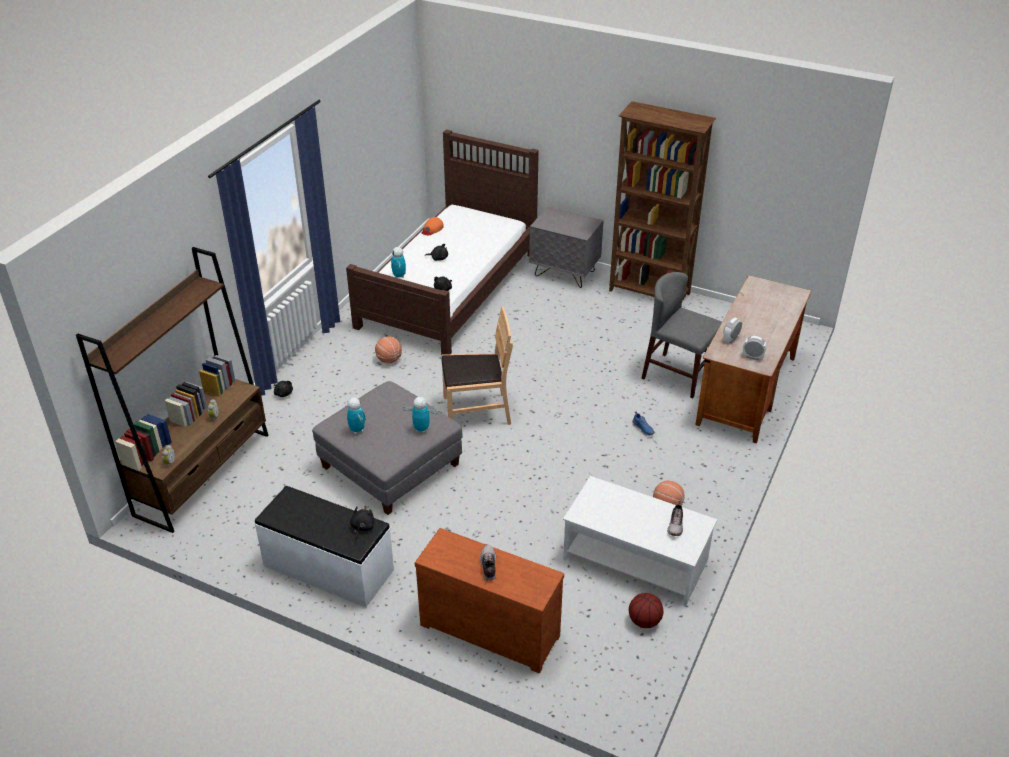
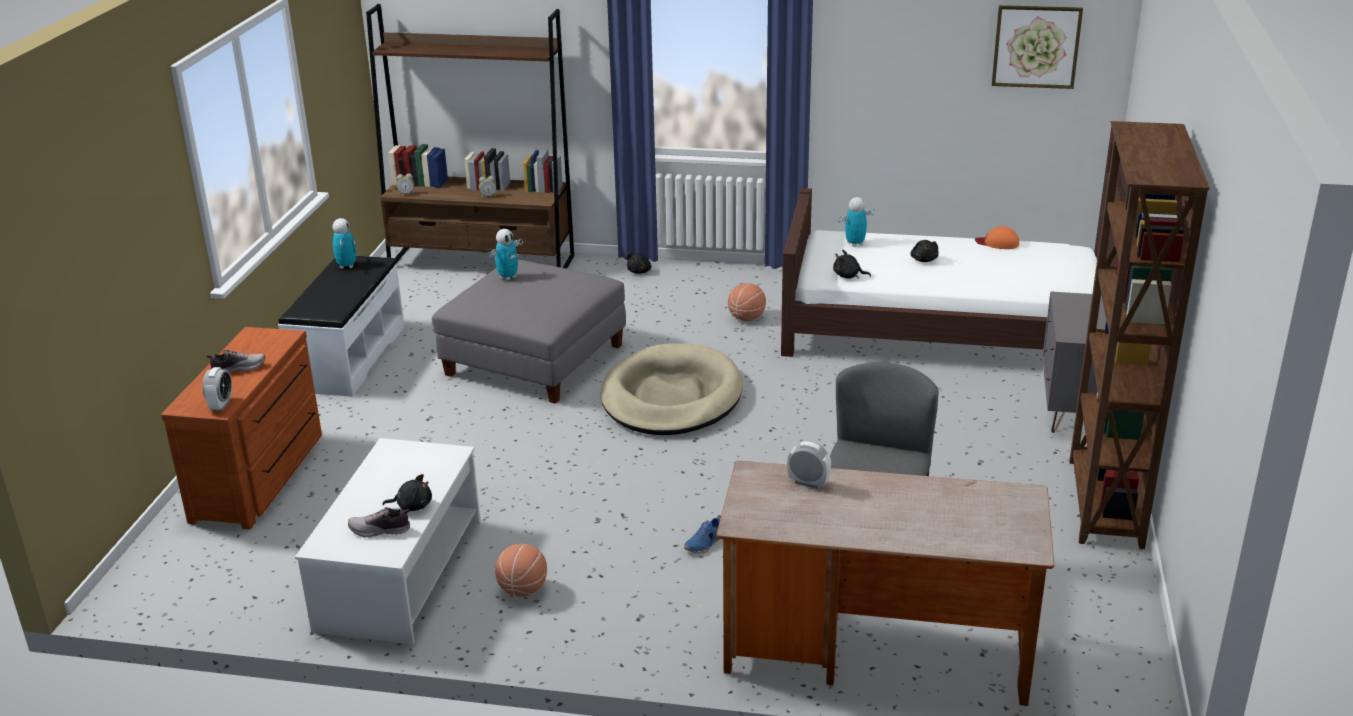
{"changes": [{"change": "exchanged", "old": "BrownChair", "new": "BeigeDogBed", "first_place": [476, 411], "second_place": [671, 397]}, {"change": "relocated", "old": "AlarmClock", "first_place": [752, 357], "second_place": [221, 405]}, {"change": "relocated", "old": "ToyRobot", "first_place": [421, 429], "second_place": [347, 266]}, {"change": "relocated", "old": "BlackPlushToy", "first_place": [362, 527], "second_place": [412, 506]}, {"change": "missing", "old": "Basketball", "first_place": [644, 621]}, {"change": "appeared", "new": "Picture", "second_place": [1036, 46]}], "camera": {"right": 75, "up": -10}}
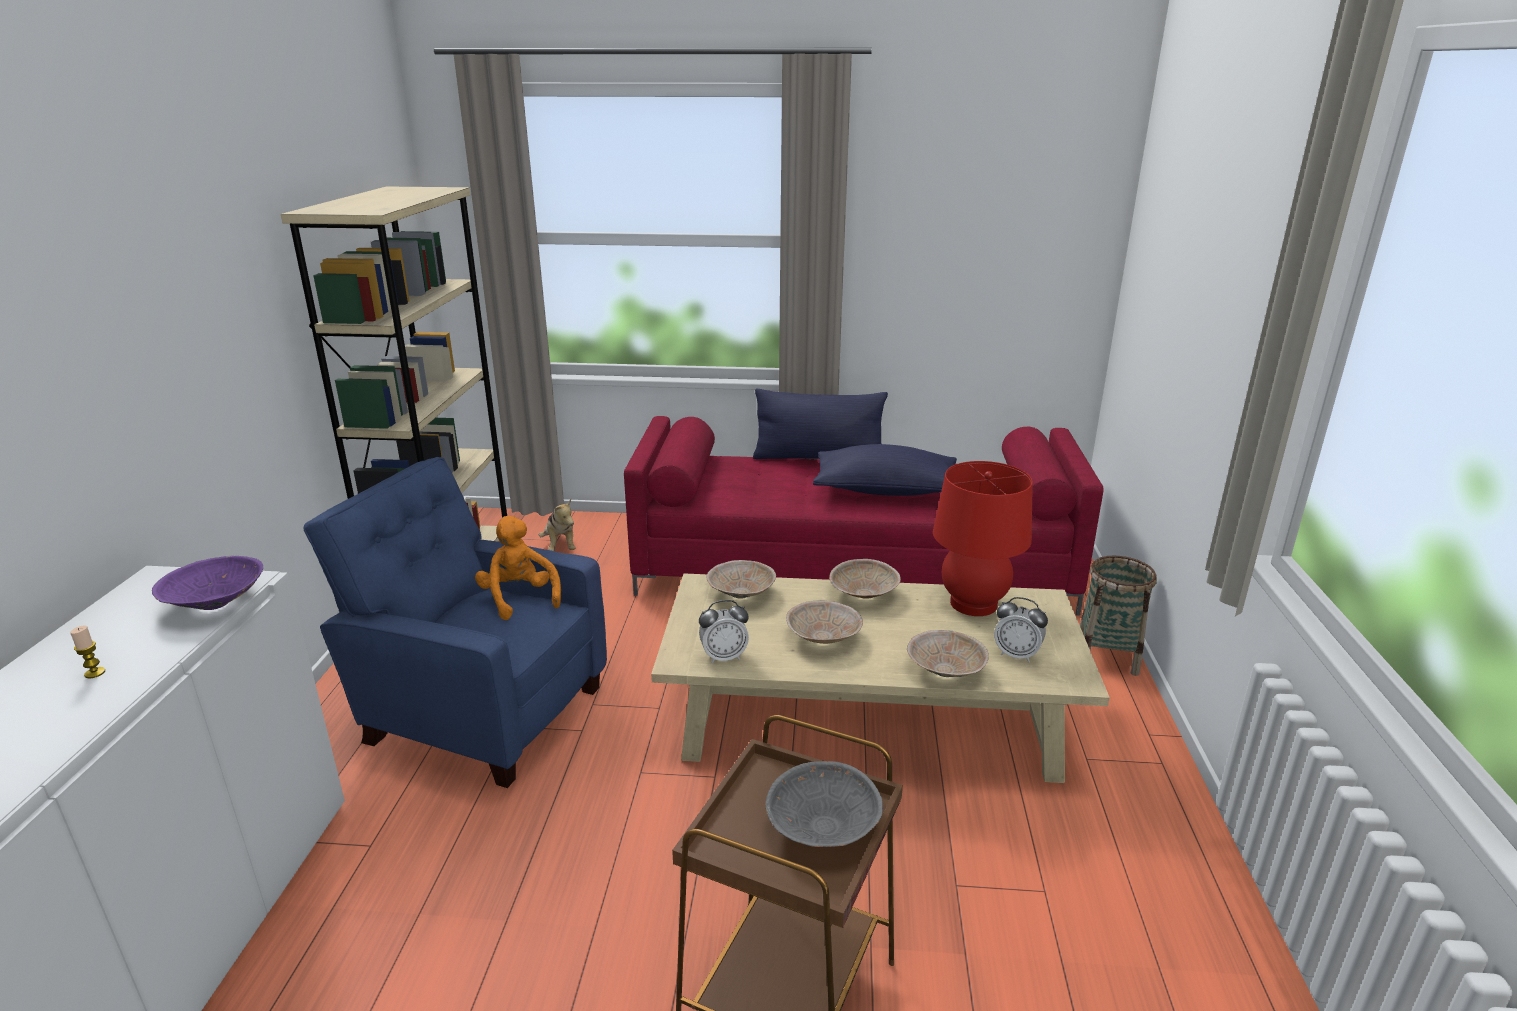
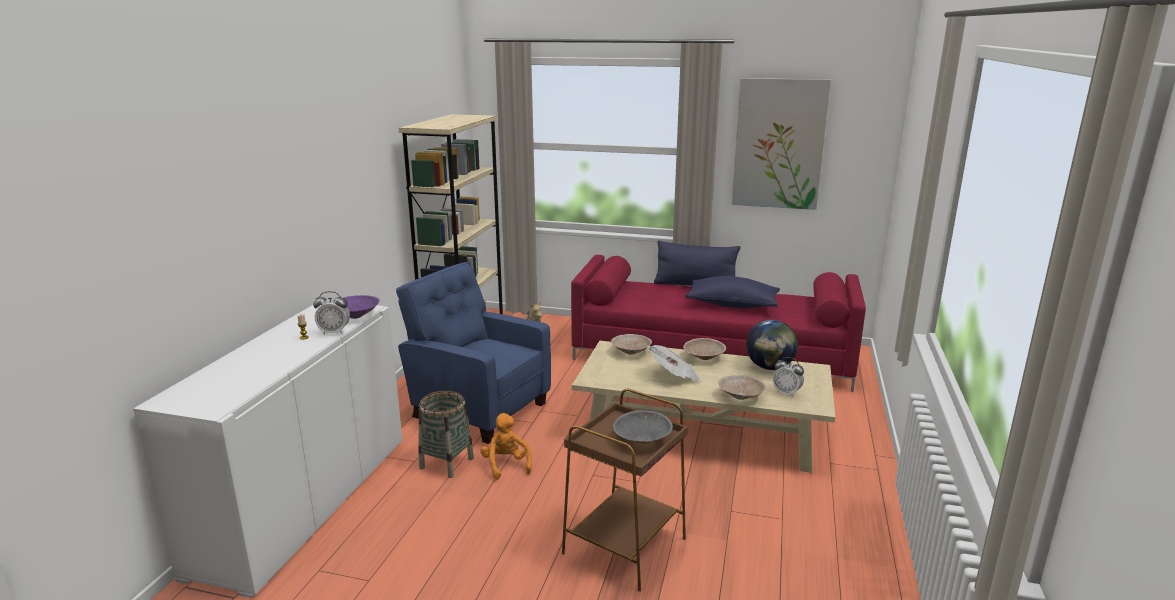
{"changes": [{"change": "exchanged", "old": "RedTableLamp", "new": "Globe", "first_place": [973, 604], "second_place": [769, 367]}, {"change": "relocated", "old": "OrangePlushToy", "first_place": [519, 598], "second_place": [506, 465]}, {"change": "relocated", "old": "Basket", "first_place": [1106, 655], "second_place": [446, 463]}, {"change": "relocated", "old": "AlarmClock", "first_place": [724, 657], "second_place": [334, 332]}, {"change": "exchanged", "old": "BeigeBowl", "new": "Newspaper", "first_place": [824, 637], "second_place": [674, 376]}, {"change": "appeared", "new": "Picture", "second_place": [779, 144]}], "camera": {"right": 10, "up": -5}}
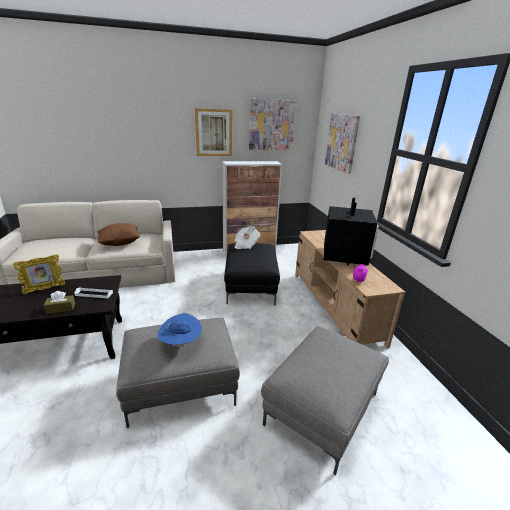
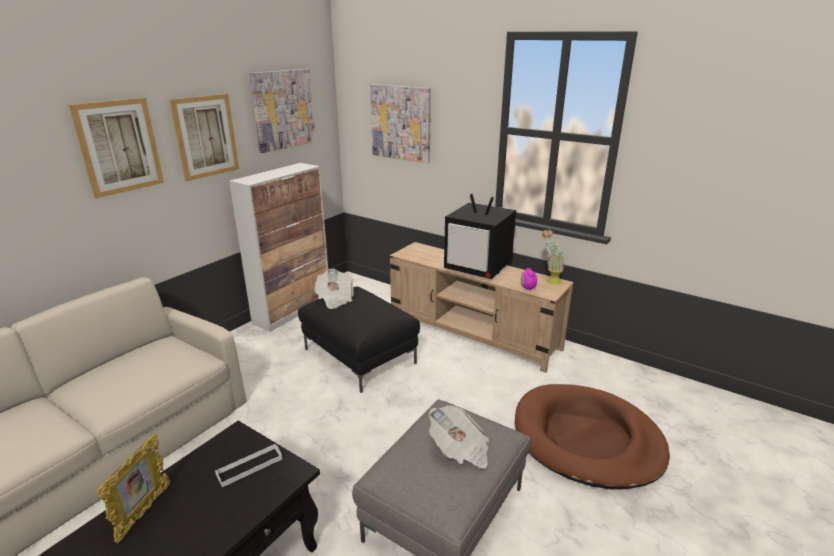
{"changes": [{"change": "spun", "old": "Television", "first_place": [344, 257], "second_place": [479, 268], "degrees": 150}, {"change": "missing", "old": "BrownPillow", "first_place": [120, 243]}, {"change": "missing", "old": "BrownTissueBox", "first_place": [61, 308]}, {"change": "exchanged", "old": "BlueHat", "new": "Newspaper", "first_place": [181, 344], "second_place": [459, 450]}, {"change": "exchanged", "old": "GreyOttoman", "new": "BrownDogBed", "first_place": [323, 410], "second_place": [586, 439]}, {"change": "appeared", "new": "Picture", "second_place": [119, 147]}, {"change": "appeared", "new": "PottedPlant", "second_place": [549, 281]}], "camera": {"right": -40, "up": 0}}
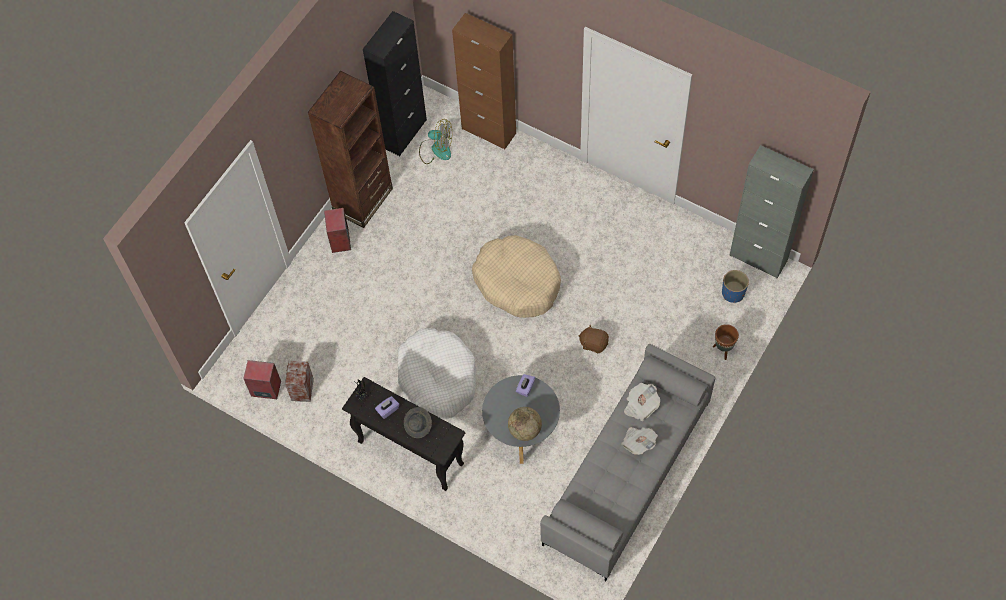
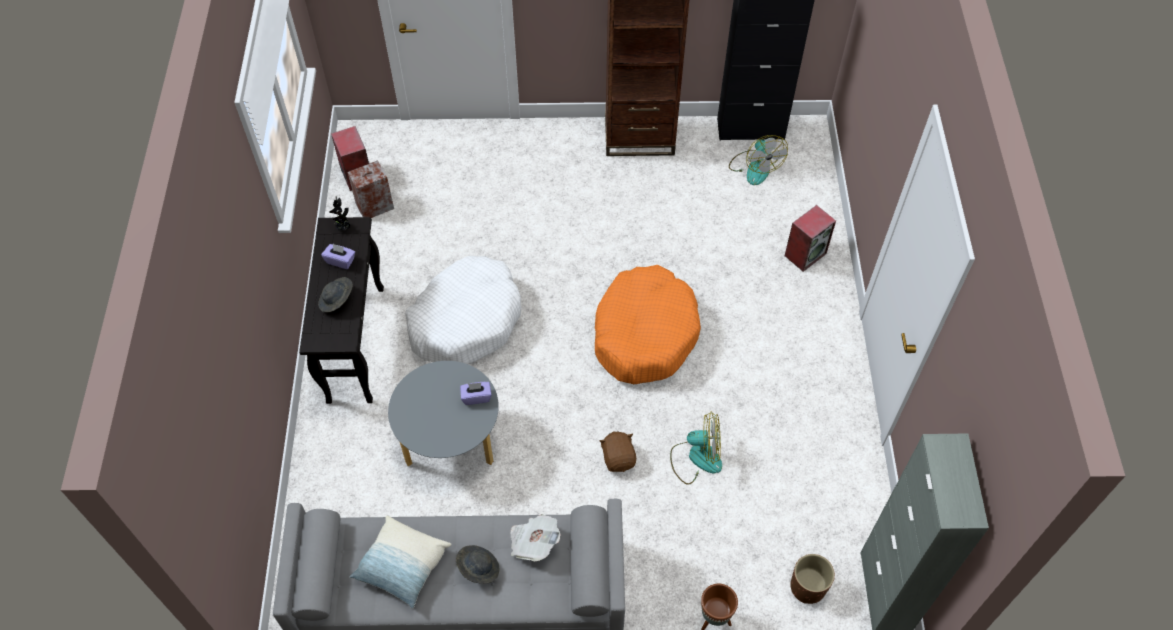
{"changes": [{"change": "missing", "old": "BrownCabinet", "first_place": [489, 131]}, {"change": "relocated", "old": "Speaker", "first_place": [339, 240], "second_place": [805, 254]}, {"change": "colour", "old": "BeigeDogBed", "new": "OrangeDogBed", "first_place": [517, 282], "second_place": [644, 333]}, {"change": "colour", "old": "BluePlanter", "new": "BrownPlanter", "first_place": [733, 293], "second_place": [807, 587]}, {"change": "missing", "old": "Globe", "first_place": [525, 430]}, {"change": "exchanged", "old": "Newspaper", "new": "GreyHat", "first_place": [638, 443], "second_place": [478, 568]}, {"change": "appeared", "new": "Fan", "second_place": [696, 458]}, {"change": "appeared", "new": "Pillow", "second_place": [402, 566]}], "camera": {"right": 55, "up": -5}}
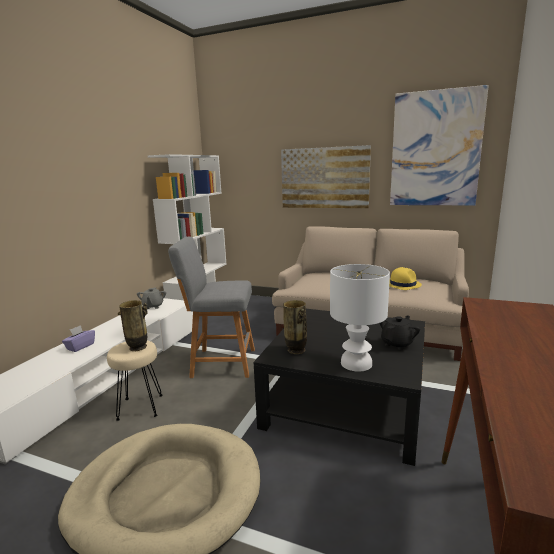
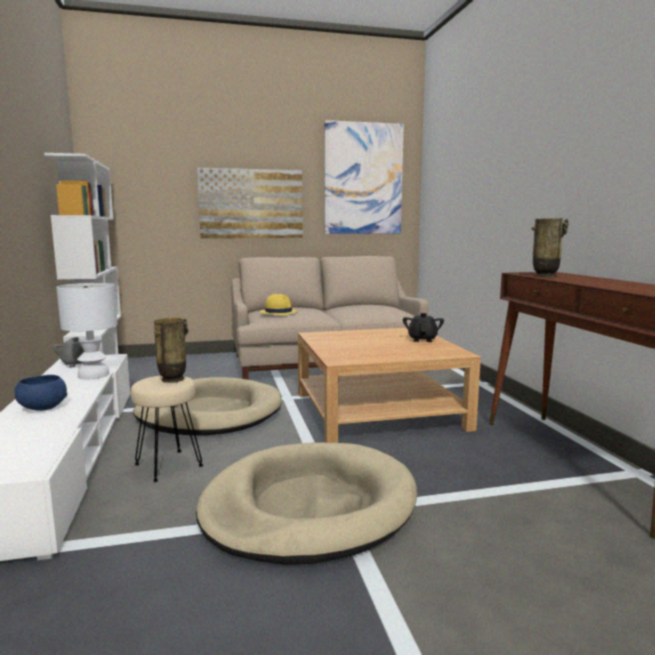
{"changes": [{"change": "exchanged", "old": "GreyStool", "new": "BeigeDogBed", "first_place": [220, 363], "second_place": [210, 413]}, {"change": "relocated", "old": "WhiteTableLamp", "first_place": [357, 363], "second_place": [94, 375]}, {"change": "relocated", "old": "YellowHat", "first_place": [402, 284], "second_place": [278, 312]}, {"change": "relocated", "old": "Vase", "first_place": [296, 350], "second_place": [545, 276]}, {"change": "colour", "old": "BlackCoffeeTable", "new": "BeigeCoffeeTable", "first_place": [346, 401], "second_place": [378, 410]}, {"change": "exchanged", "old": "PurpleTissueBox", "new": "BlueBowl", "first_place": [80, 346], "second_place": [42, 409]}], "camera": {"right": -35, "up": -5}}
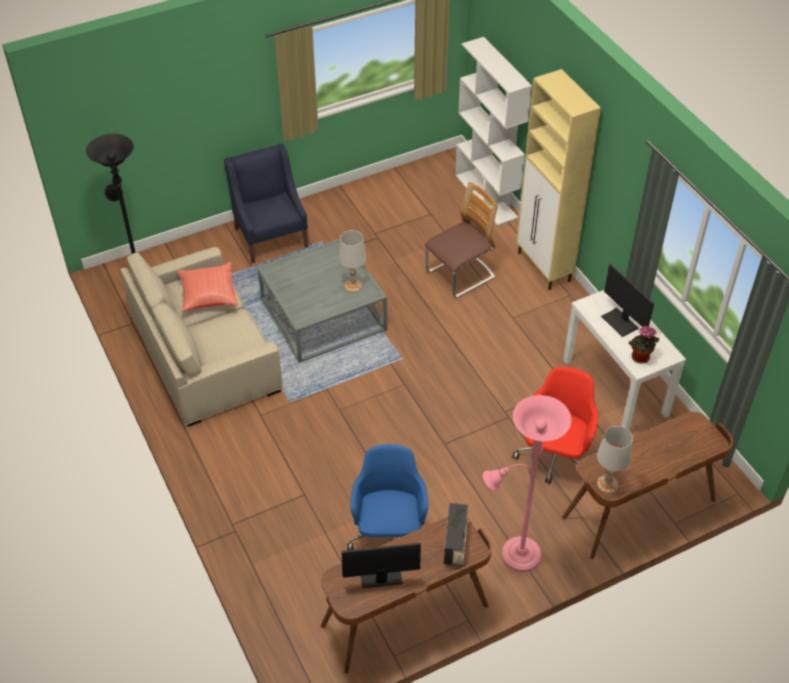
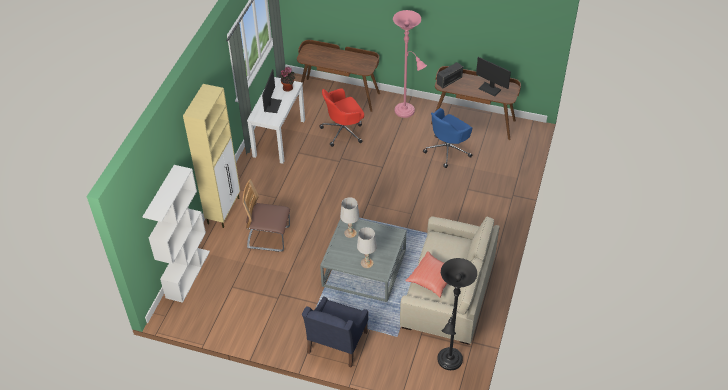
{"changes": [{"change": "relocated", "old": "WhiteTableLamp", "first_place": [607, 484], "second_place": [366, 263]}], "camera": {"right": -135, "up": 0}}
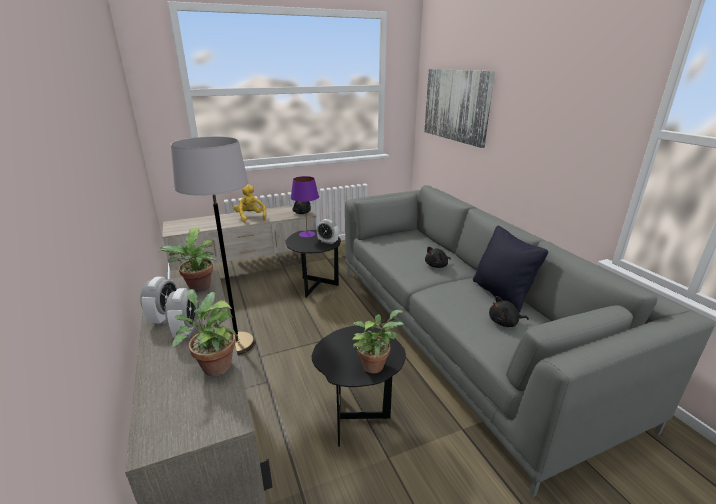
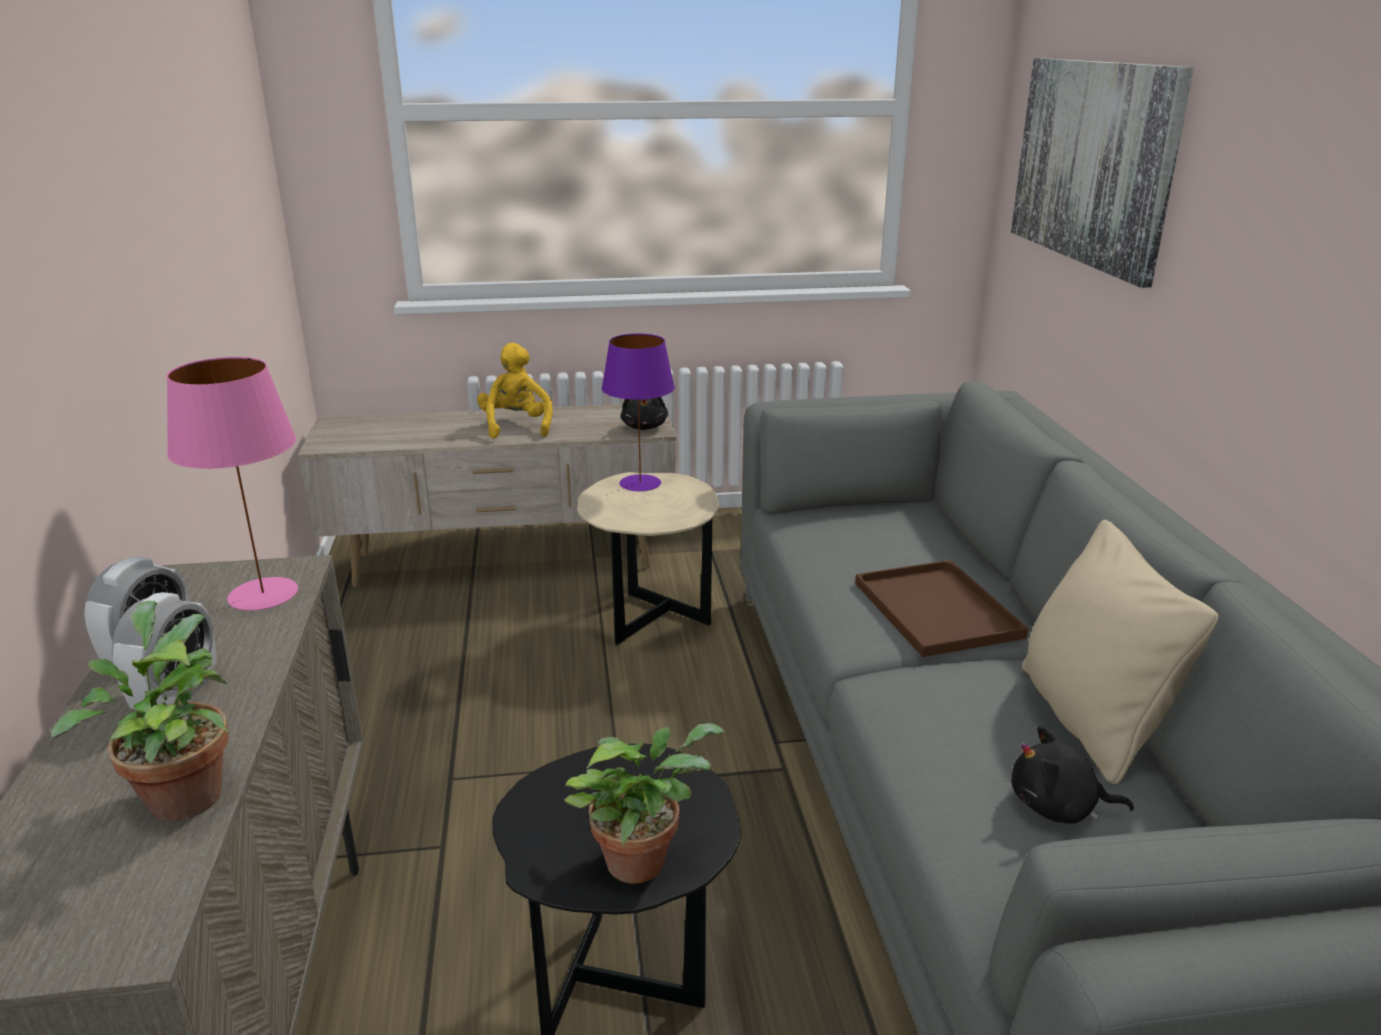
{"changes": [{"change": "missing", "old": "GreyFloorLamp", "first_place": [237, 344]}, {"change": "missing", "old": "AlarmClock", "first_place": [328, 242]}, {"change": "colour", "old": "BlackPillow", "new": "BeigePillow", "first_place": [501, 294], "second_place": [1090, 720]}, {"change": "exchanged", "old": "PottedPlant", "new": "PinkTableLamp", "first_place": [198, 288], "second_place": [261, 594]}, {"change": "colour", "old": "BlackSideTable", "new": "BeigeSideTable", "first_place": [315, 288], "second_place": [650, 623]}, {"change": "exchanged", "old": "BlackPlushToy", "new": "BrownTray", "first_place": [437, 265], "second_place": [940, 611]}], "camera": {"right": 15, "up": 0}}
